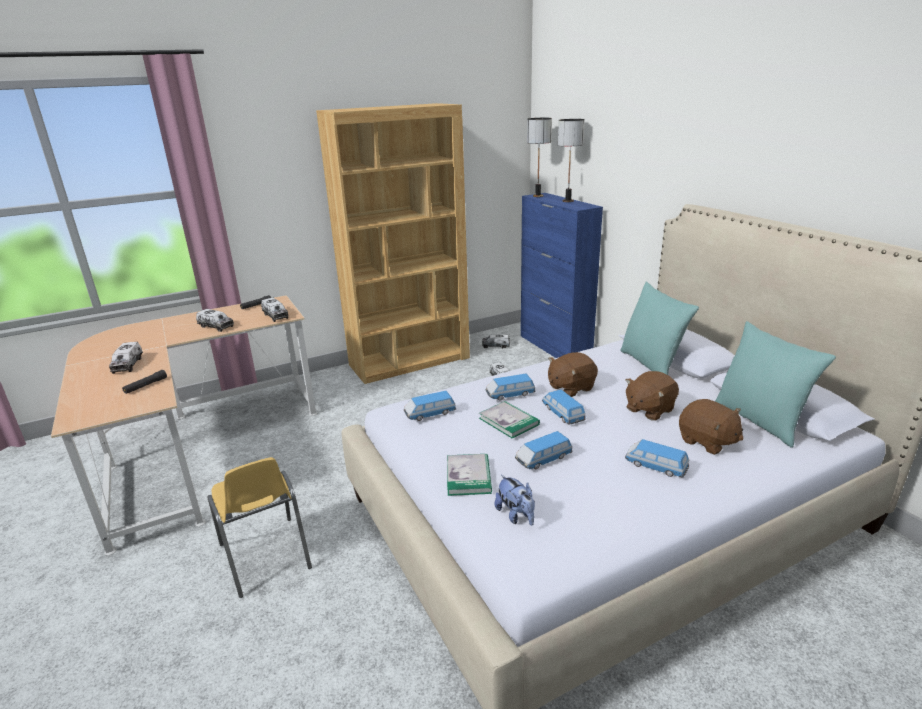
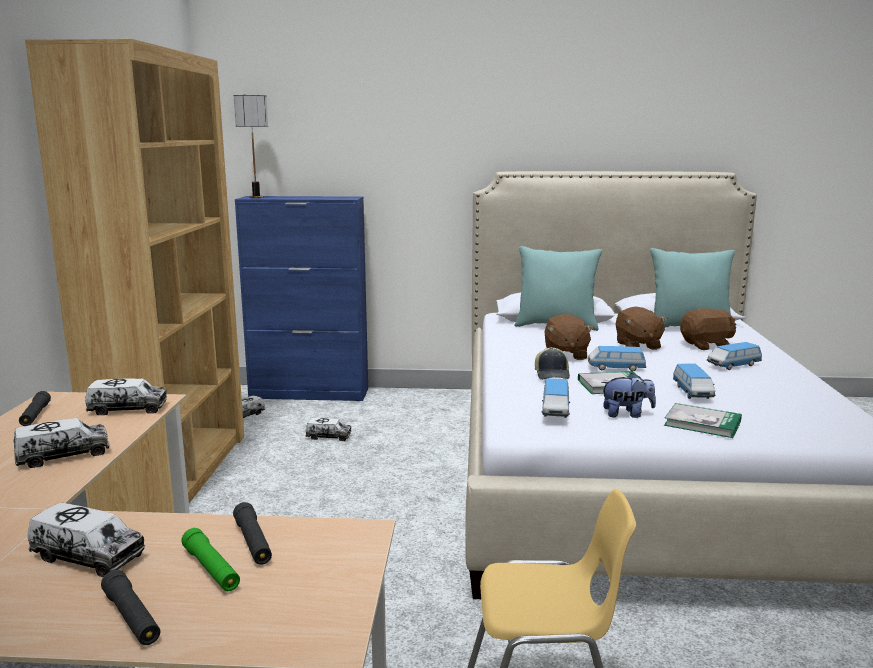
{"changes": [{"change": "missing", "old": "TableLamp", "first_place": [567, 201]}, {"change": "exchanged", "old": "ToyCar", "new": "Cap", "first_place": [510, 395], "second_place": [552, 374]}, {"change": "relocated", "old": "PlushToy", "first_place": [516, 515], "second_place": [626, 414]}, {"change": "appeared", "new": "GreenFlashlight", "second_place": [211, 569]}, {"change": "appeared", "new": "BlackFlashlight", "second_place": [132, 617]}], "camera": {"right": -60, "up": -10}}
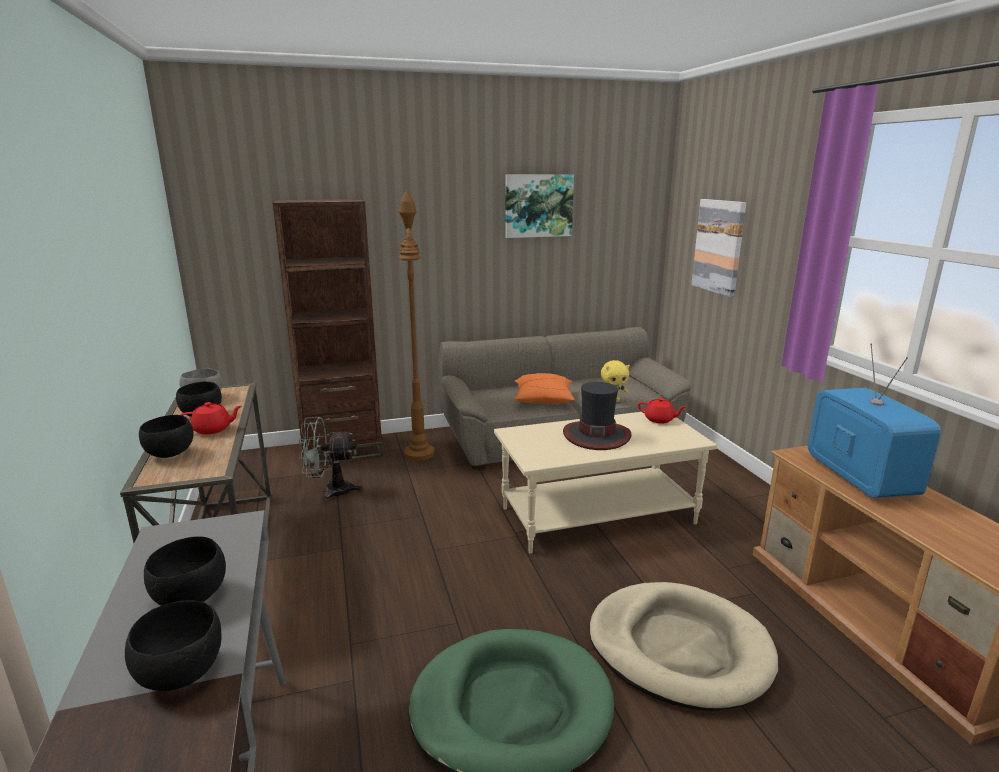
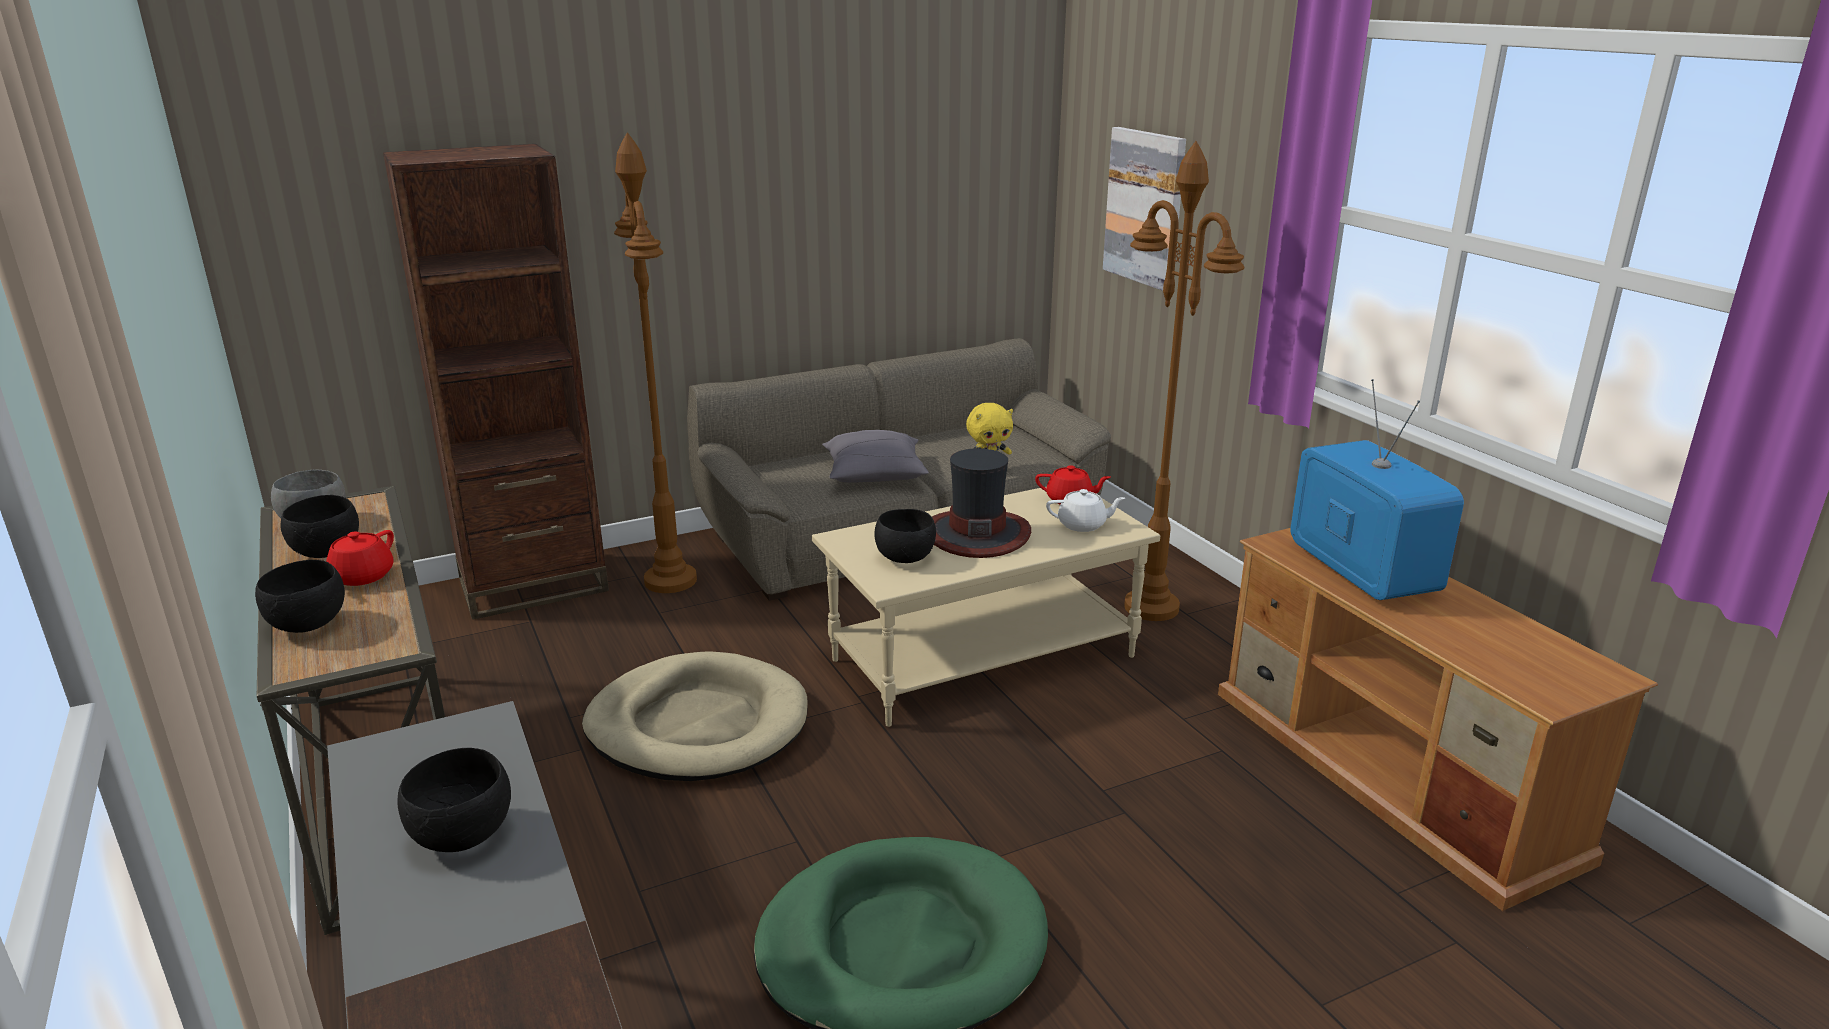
{"changes": [{"change": "missing", "old": "Picture", "first_place": [538, 206]}, {"change": "colour", "old": "OrangePillow", "new": "GreyPillow", "first_place": [543, 400], "second_place": [875, 475]}, {"change": "spun", "old": "RedTeapot", "first_place": [213, 429], "second_place": [361, 577], "degrees": 135}, {"change": "missing", "old": "GreyFan", "first_place": [331, 491]}, {"change": "relocated", "old": "BeigeDogBed", "first_place": [678, 648], "second_place": [698, 725]}, {"change": "relocated", "old": "BlackBowl", "first_place": [183, 672], "second_place": [905, 558]}, {"change": "appeared", "new": "BrownFloorLamp", "second_place": [1150, 607]}, {"change": "appeared", "new": "WhiteTeapot", "second_place": [1083, 525]}], "camera": {"right": -10, "up": 5}}
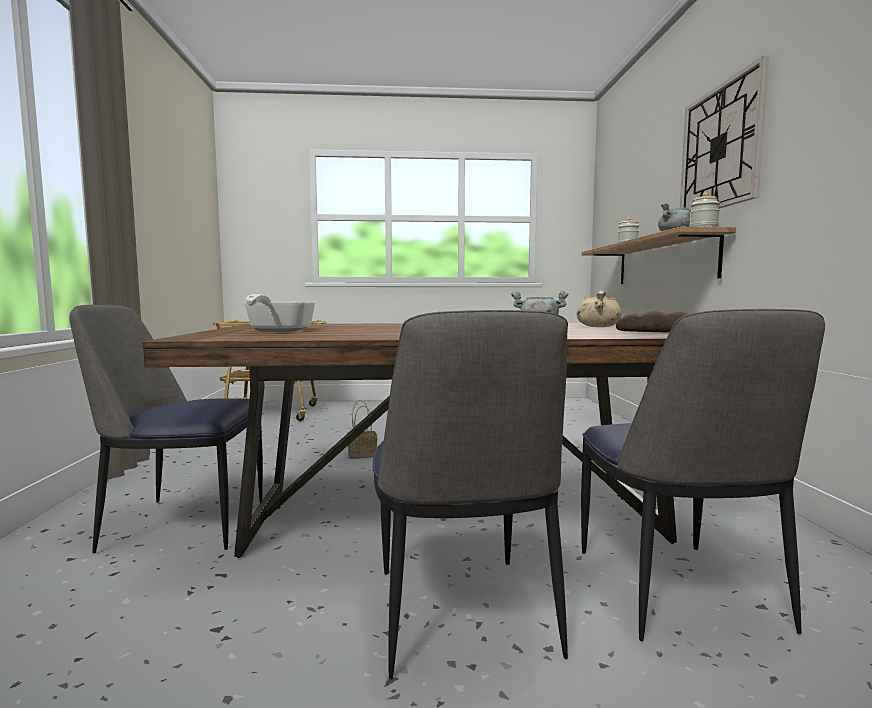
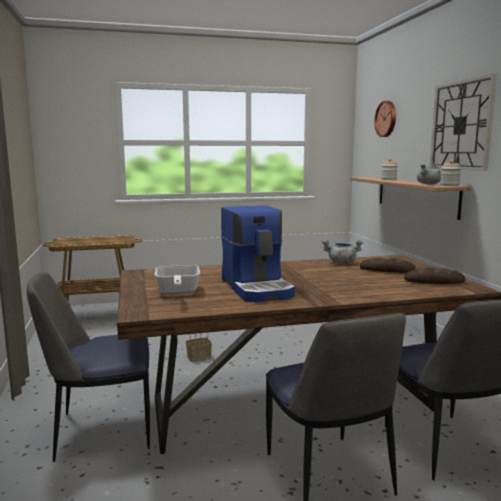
{"changes": [{"change": "exchanged", "old": "BeigeCookingPot", "new": "Bread", "first_place": [598, 327], "second_place": [387, 270]}, {"change": "appeared", "new": "WallClock", "second_place": [386, 119]}, {"change": "appeared", "new": "CoffeeMachine", "second_place": [258, 288]}], "camera": {"right": -10, "up": 5}}
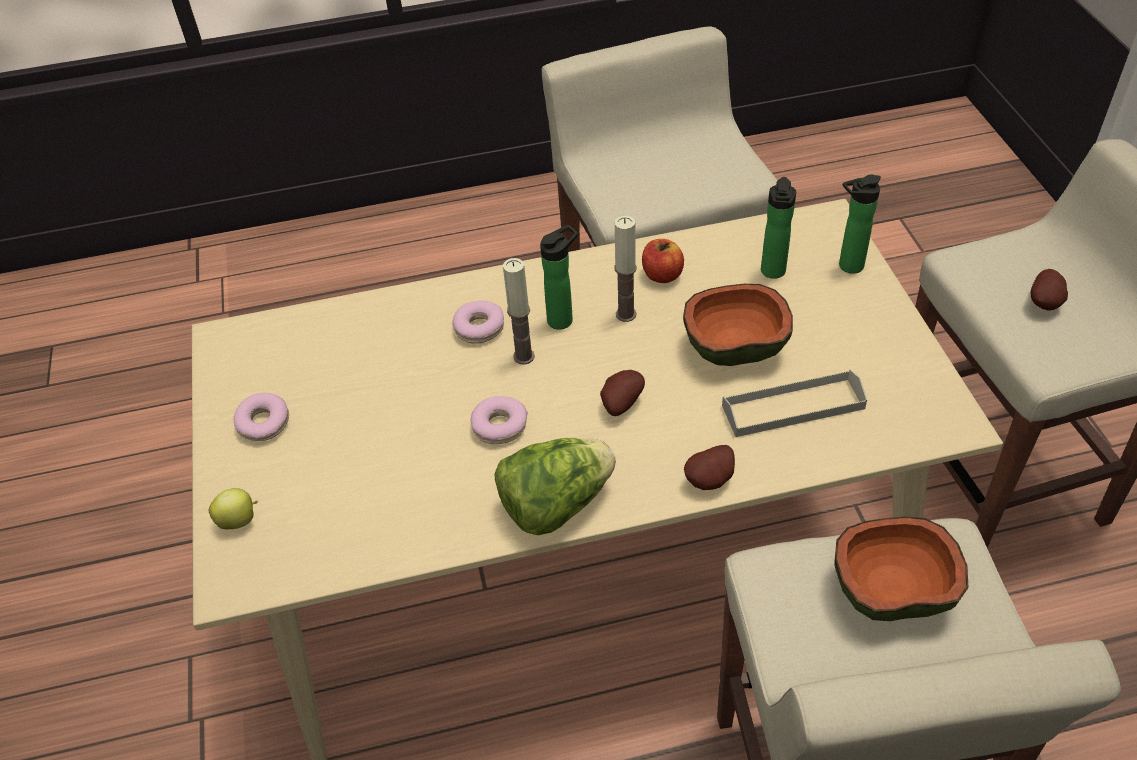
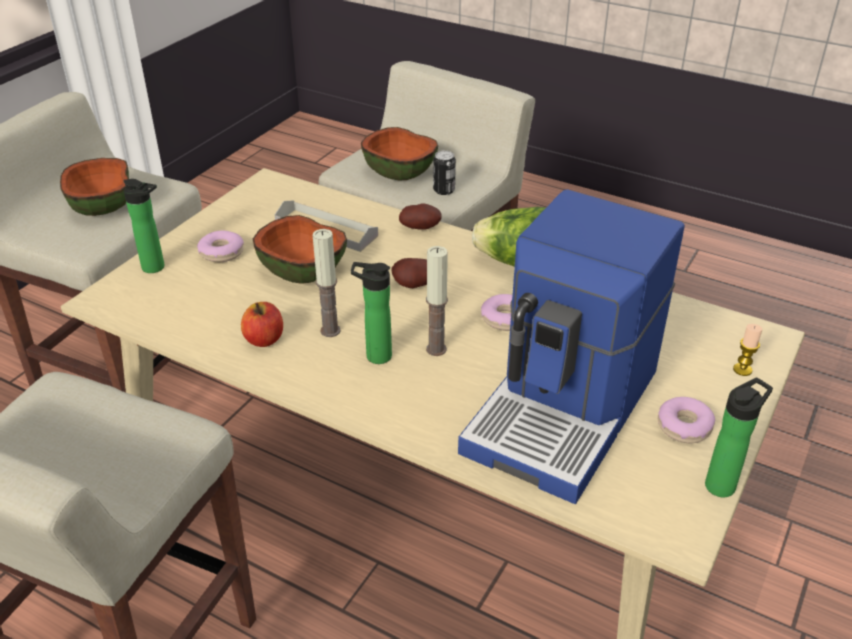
{"changes": [{"change": "relocated", "old": "Bottle", "first_place": [773, 273], "second_place": [723, 484]}, {"change": "exchanged", "old": "Potato", "new": "Bowl", "first_place": [1045, 303], "second_place": [103, 206]}, {"change": "relocated", "old": "Donut", "first_place": [479, 328], "second_place": [221, 252]}, {"change": "exchanged", "old": "Apple", "new": "Candle", "first_place": [239, 520], "second_place": [742, 370]}, {"change": "appeared", "new": "Can", "second_place": [444, 190]}, {"change": "appeared", "new": "CoffeeMachine", "second_place": [566, 410]}], "camera": {"right": -140, "up": -10}}
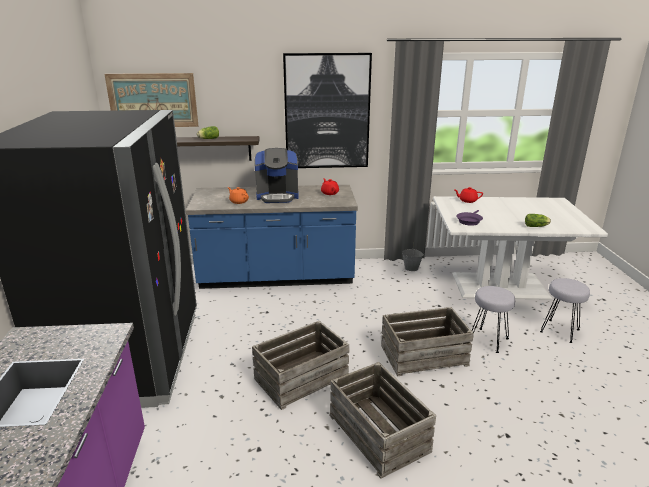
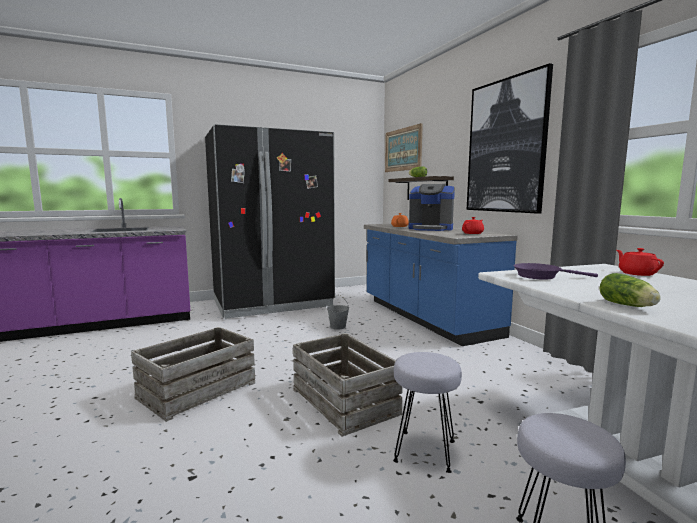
{"changes": [{"change": "spun", "old": "CoffeeMachine", "first_place": [277, 196], "second_place": [431, 229], "degrees": -45}, {"change": "relocated", "old": "GreyBucket", "first_place": [411, 268], "second_place": [338, 327]}, {"change": "missing", "old": "Crate", "first_place": [301, 378]}], "camera": {"right": 70, "up": -15}}
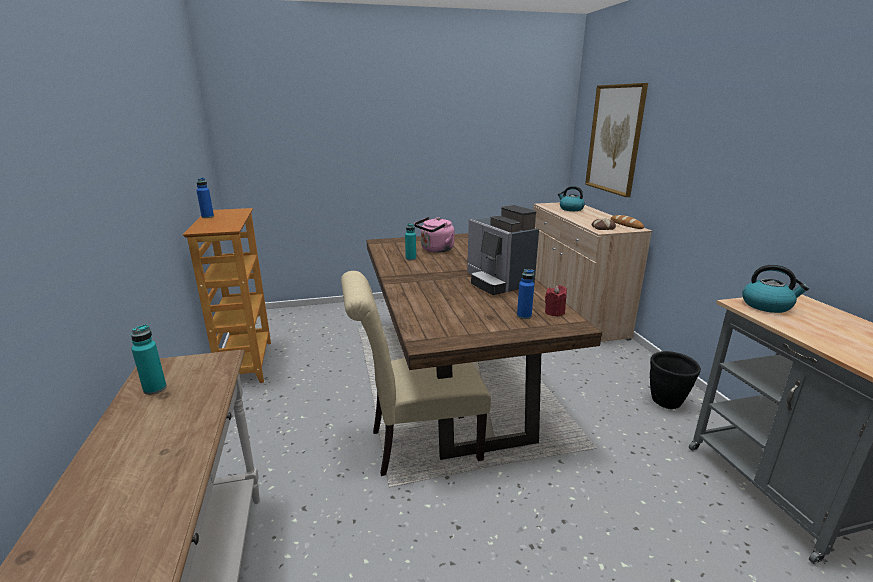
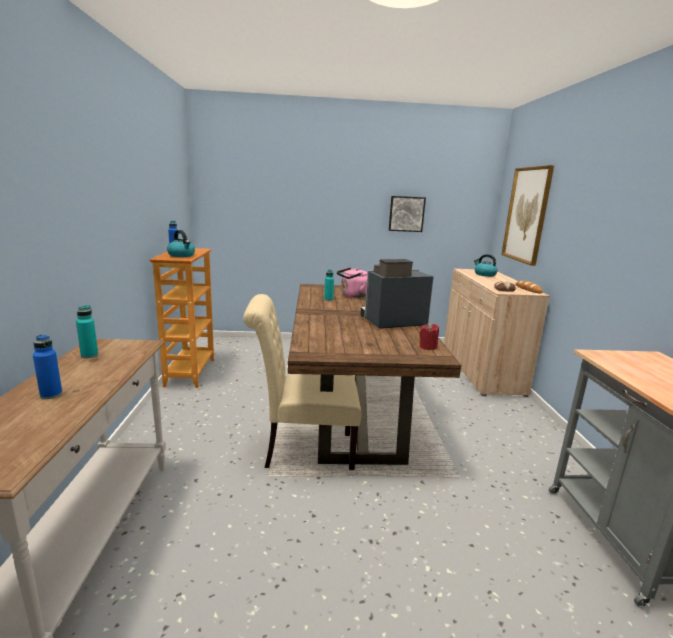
{"changes": [{"change": "spun", "old": "CoffeeMachine", "first_place": [497, 282], "second_place": [391, 322], "degrees": 90}, {"change": "relocated", "old": "Kettle", "first_place": [767, 305], "second_place": [182, 255]}, {"change": "relocated", "old": "BlueBottle", "first_place": [524, 316], "second_place": [51, 395]}, {"change": "missing", "old": "BlackPlanter", "first_place": [666, 402]}, {"change": "appeared", "new": "Picture", "second_place": [406, 214]}], "camera": {"right": 10, "up": -5}}
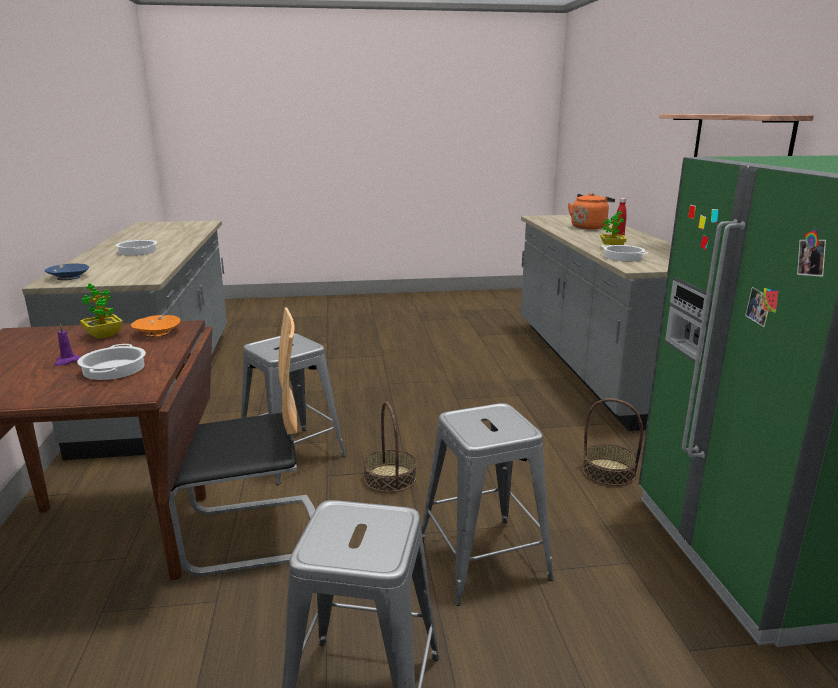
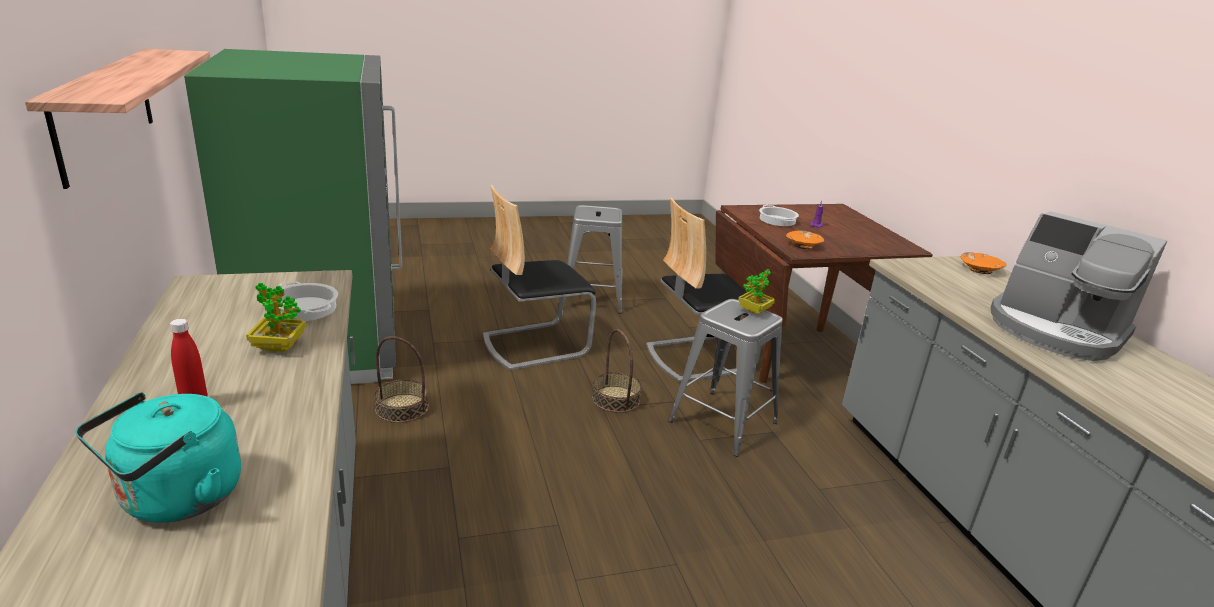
{"changes": [{"change": "colour", "old": "OrangeKettle", "new": "TurquoiseKettle", "first_place": [589, 227], "second_place": [176, 500]}, {"change": "exchanged", "old": "CookingPot", "new": "CoffeeMachine", "first_place": [137, 251], "second_place": [1055, 331]}, {"change": "colour", "old": "BlueBowl", "new": "OrangeBowl", "first_place": [68, 277], "second_place": [980, 269]}, {"change": "relocated", "old": "PottedPlant", "first_place": [104, 335], "second_place": [754, 310]}, {"change": "exchanged", "old": "GreyStool", "new": "Chair", "first_place": [482, 559], "second_place": [534, 344]}], "camera": {"right": 170, "up": 5}}
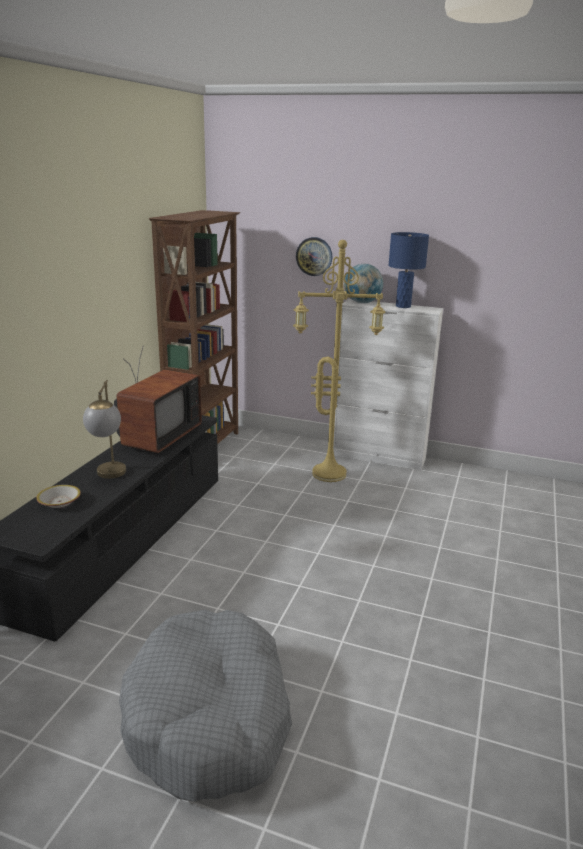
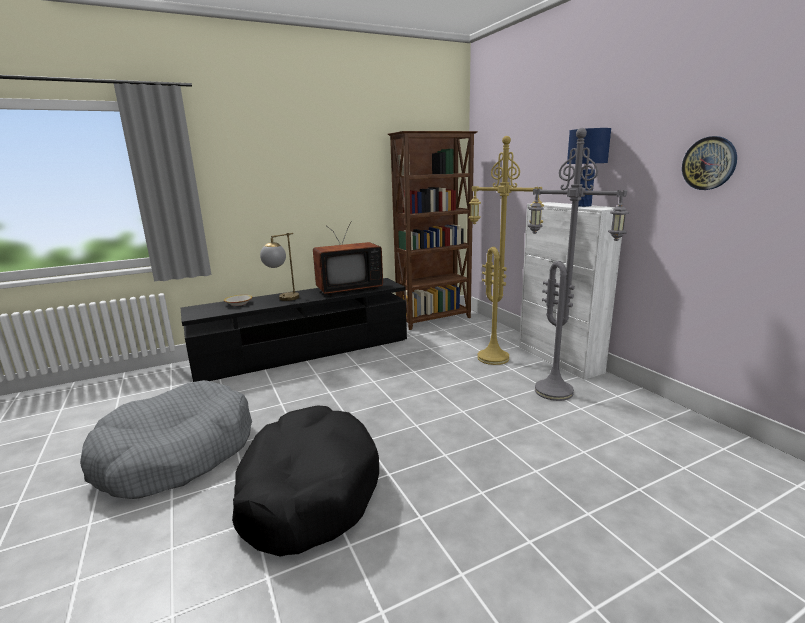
{"changes": [{"change": "relocated", "old": "WallClock", "first_place": [314, 256], "second_place": [709, 163]}, {"change": "missing", "old": "Globe", "first_place": [362, 303]}, {"change": "appeared", "new": "GreyFloorLamp", "second_place": [556, 391]}, {"change": "appeared", "new": "BlackDogBed", "second_place": [307, 491]}], "camera": {"right": 45, "up": -5}}
